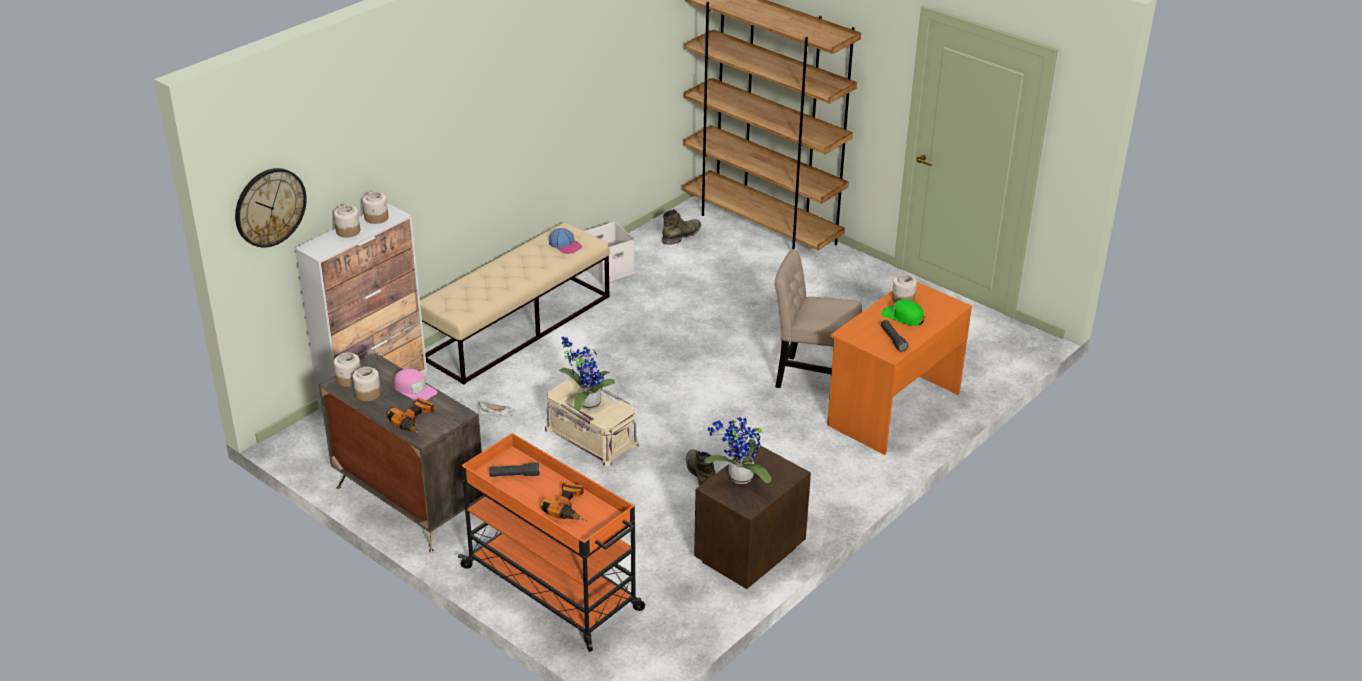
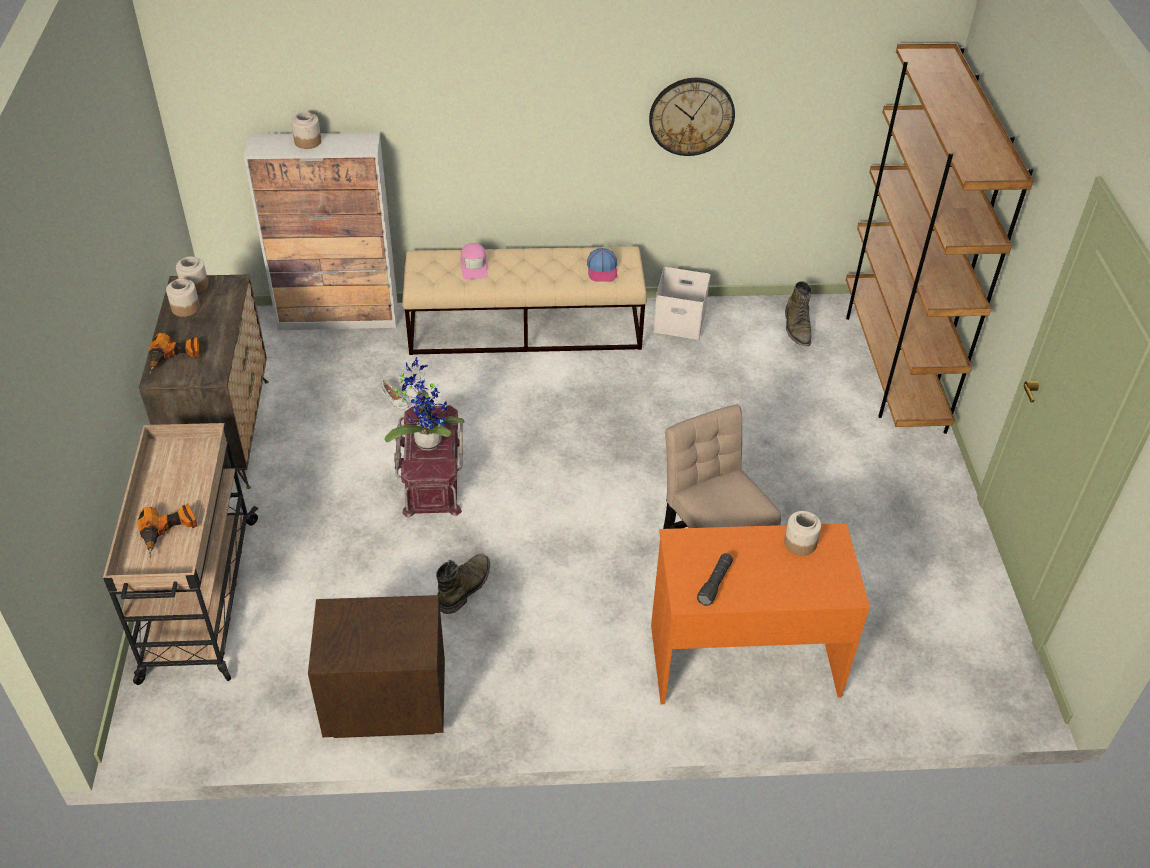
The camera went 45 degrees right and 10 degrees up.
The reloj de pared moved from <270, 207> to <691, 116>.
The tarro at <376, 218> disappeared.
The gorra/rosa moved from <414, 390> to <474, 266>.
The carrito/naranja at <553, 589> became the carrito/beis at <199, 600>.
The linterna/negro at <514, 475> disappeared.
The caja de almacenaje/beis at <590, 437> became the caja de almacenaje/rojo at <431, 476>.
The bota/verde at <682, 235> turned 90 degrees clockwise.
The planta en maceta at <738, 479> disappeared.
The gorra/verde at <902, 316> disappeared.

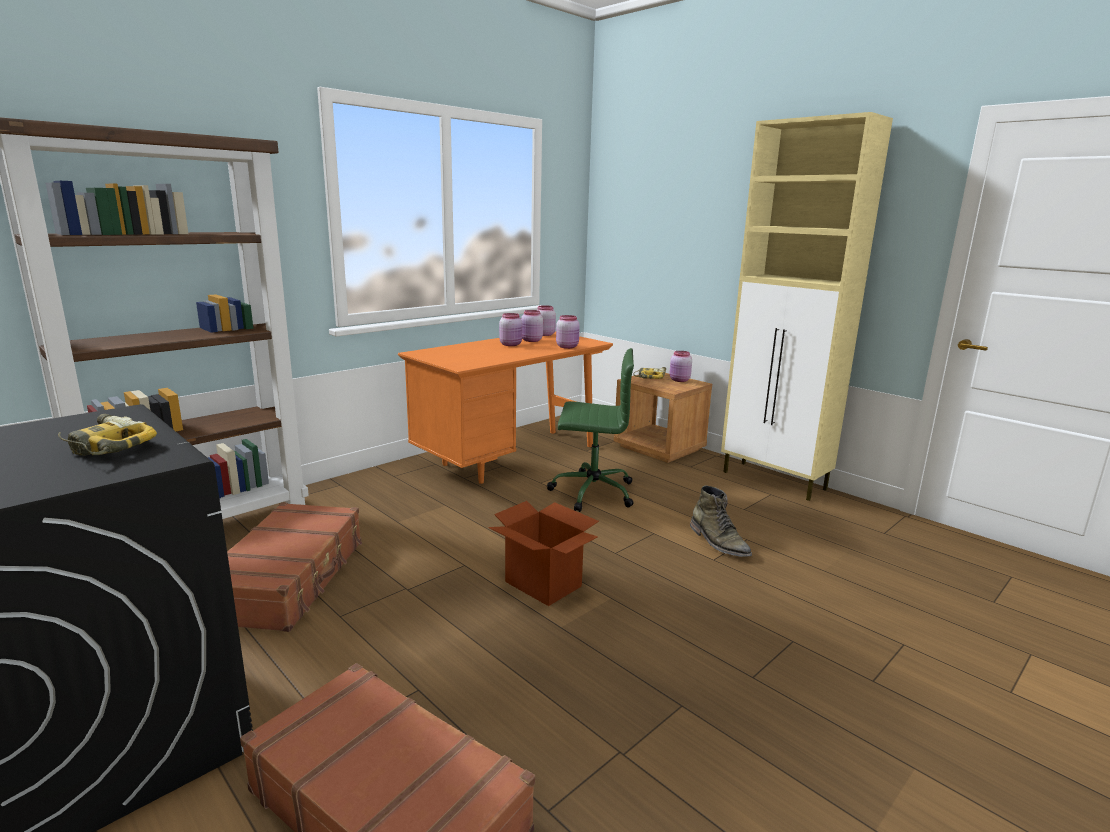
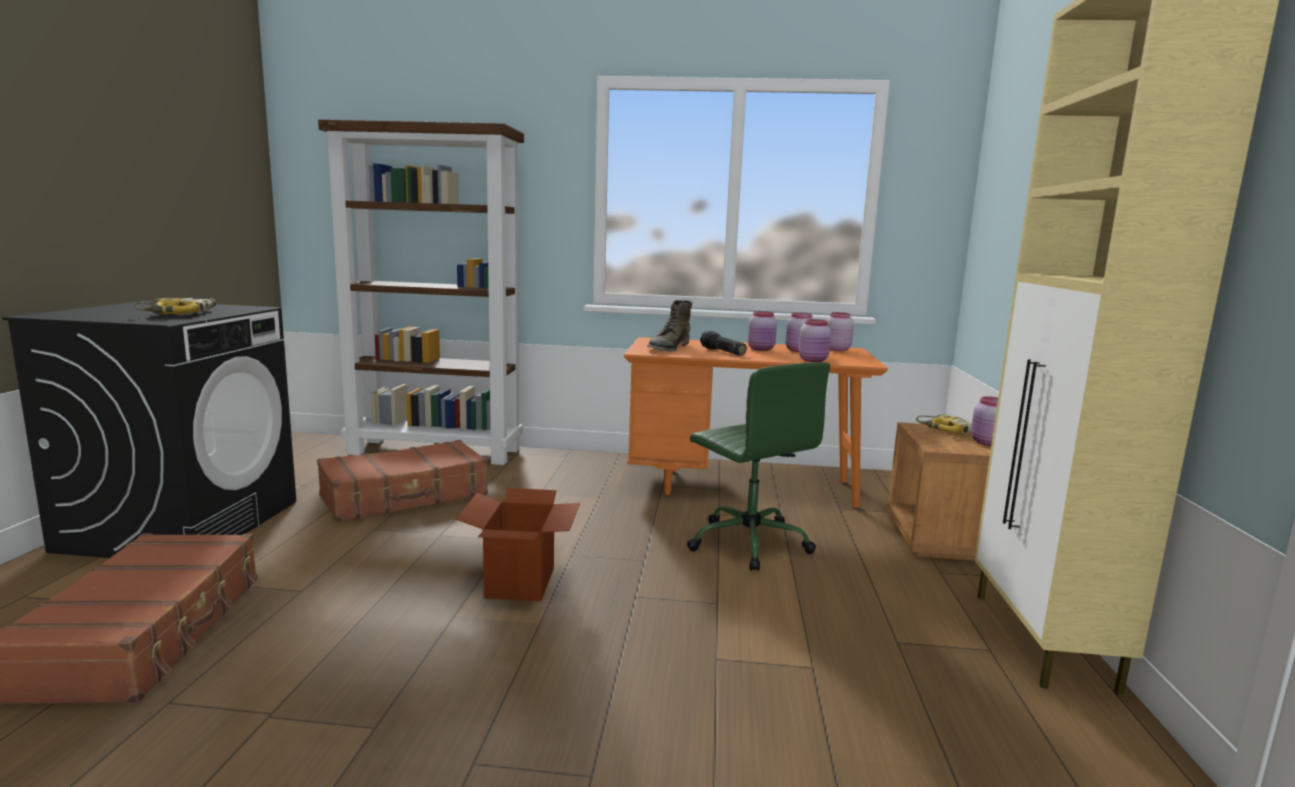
The camera went 50 degrees right and 5 degrees down.
The bota/verde moved from <718, 542> to <668, 348>.
The linterna at <722, 352> appeared.

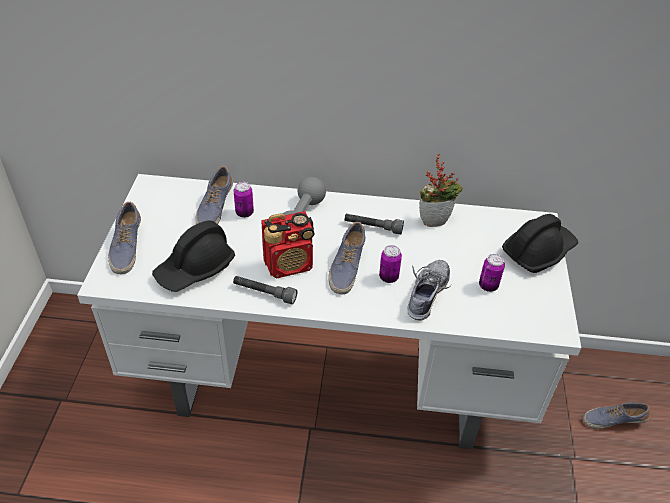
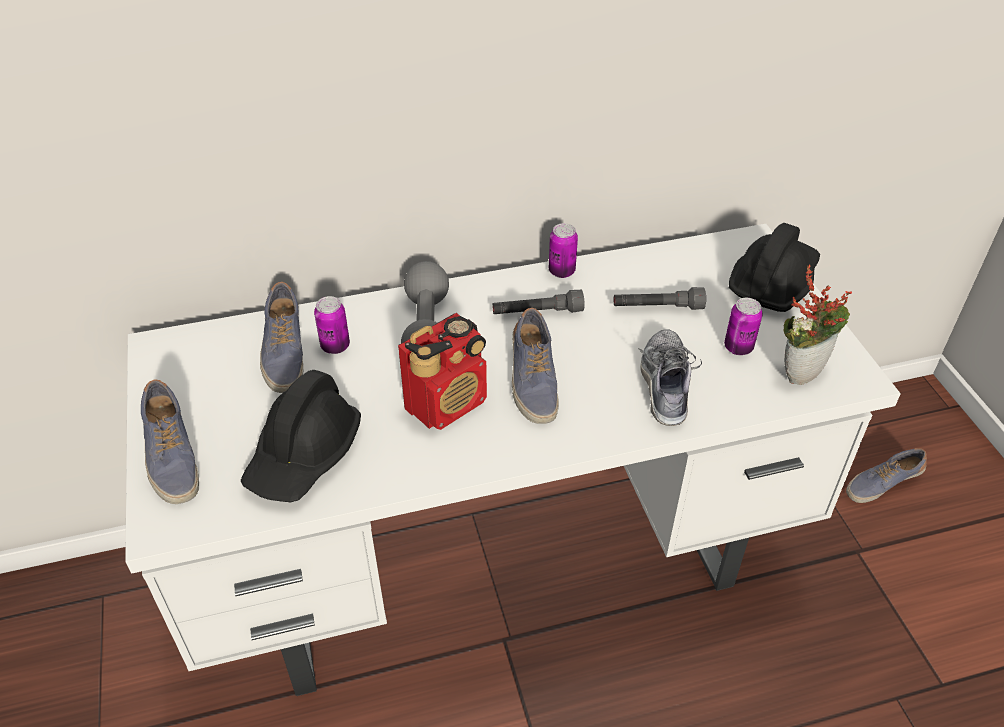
The camera went 20 degrees left and 0 degrees up.
The linterna/gris moved from <264, 293> to <657, 307>.
The lata moved from <388, 277> to <561, 271>.
The planta en maceta moved from <435, 220> to <801, 370>.

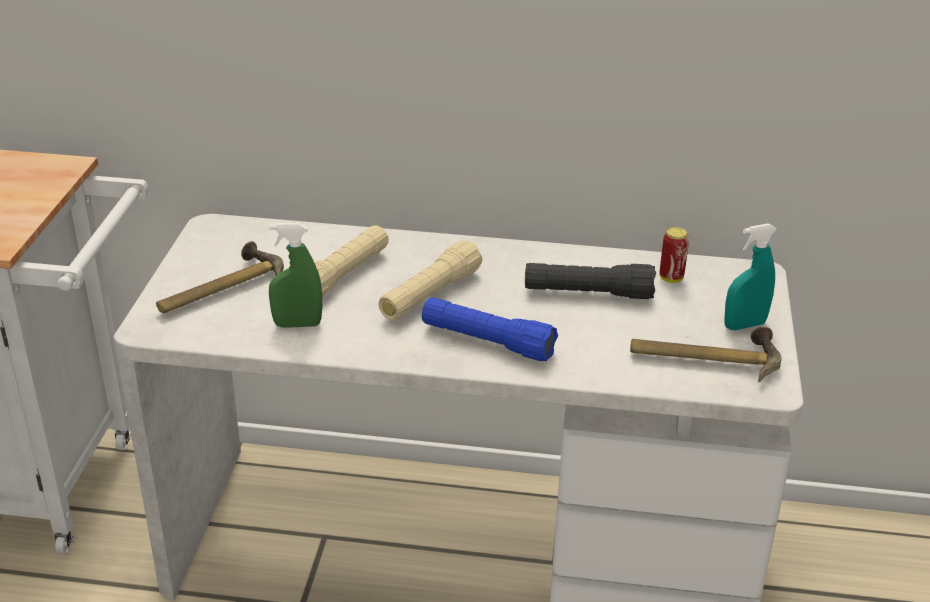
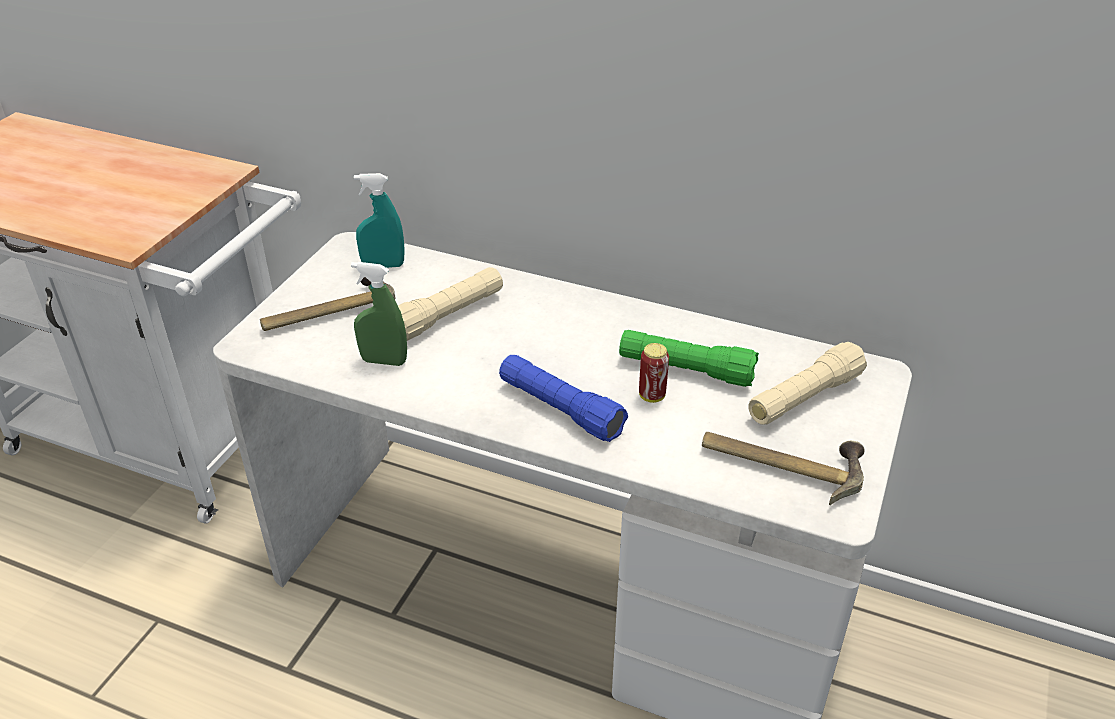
The camera went 15 degrees right and 5 degrees up.
The linterna/beis moved from <430, 295> to <804, 398>.
The linterna/negro at <588, 293> became the linterna/verde at <686, 370>.
The lata moved from <671, 278> to <652, 396>.
The pulverizador/turquesa moved from <744, 325> to <383, 265>.

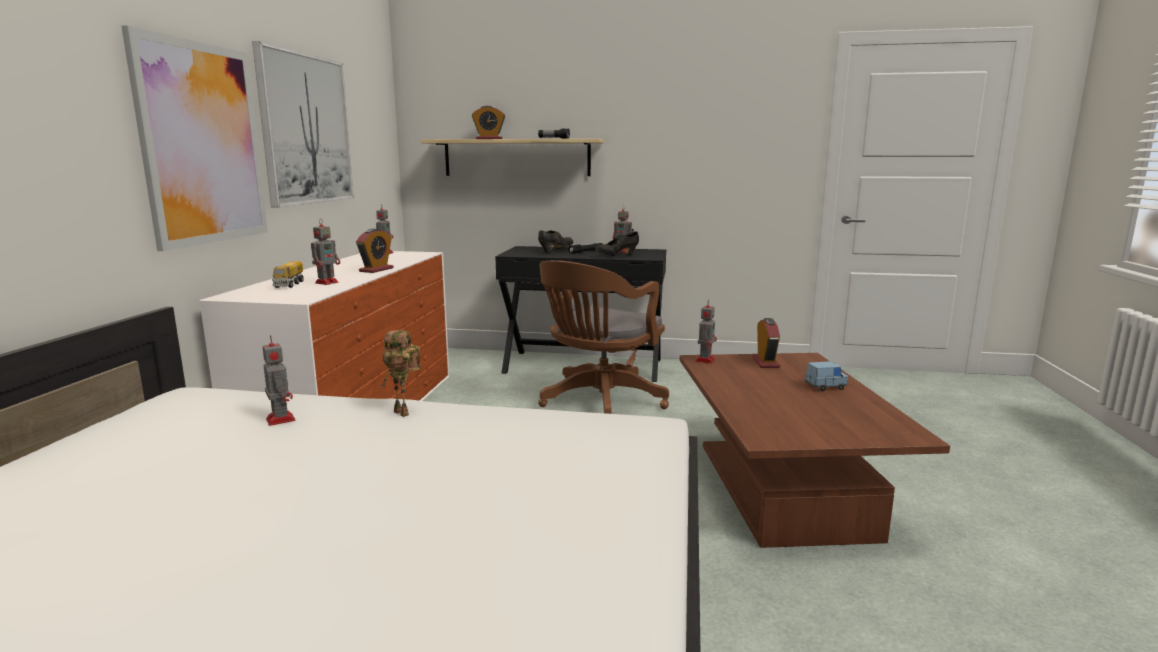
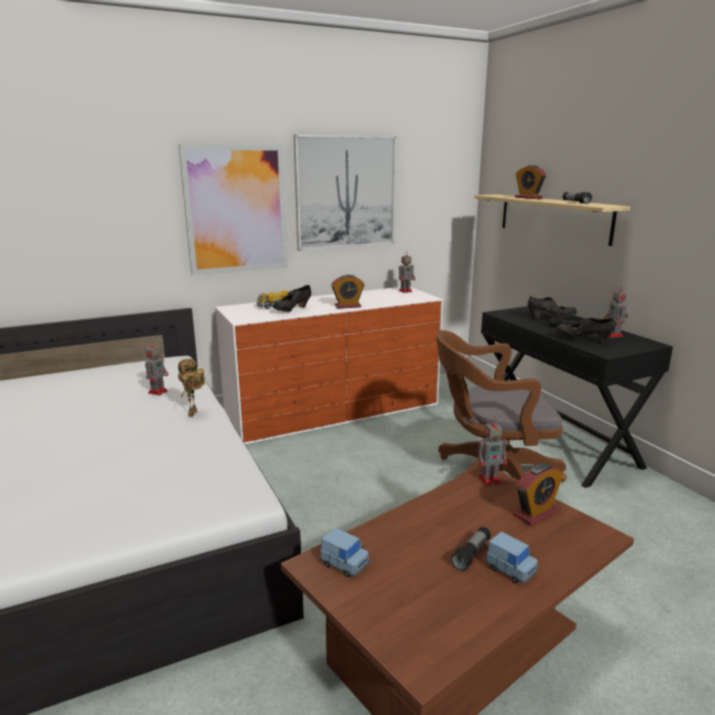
The camera went 55 degrees right and 5 degrees up.
The robot de juguete at <327, 282> was replaced by the zapato/negro at <292, 310>.
The coche de juguete/azul at <344, 564> appeared.
The linterna at <471, 554> appeared.

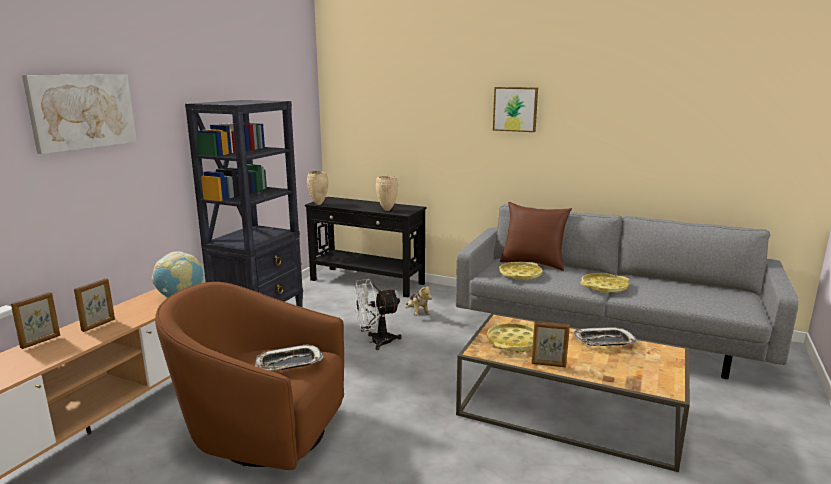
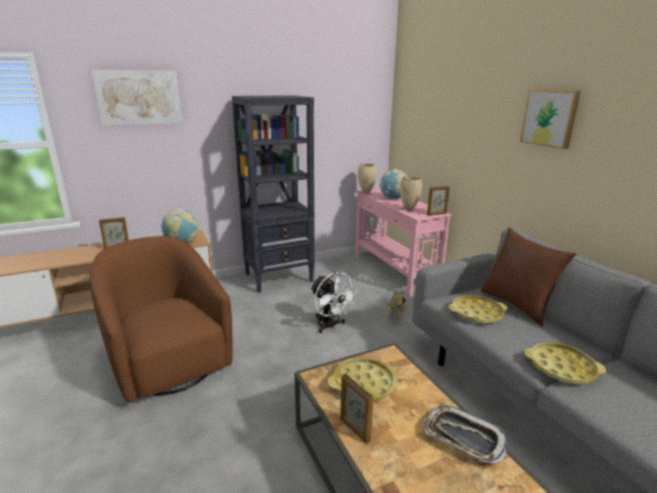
The camera went 40 degrees right and 5 degrees up.
The portarretratos moved from <41, 341> to <437, 214>.
The bandeja at <288, 363> disappeared.
The mesa consola/negro at <367, 282> became the mesa consola/rosa at <394, 271>.
The ventilador/blanco at <376, 342> turned 150 degrees counterclockwise.
The globo terráqueo at <393, 198> appeared.

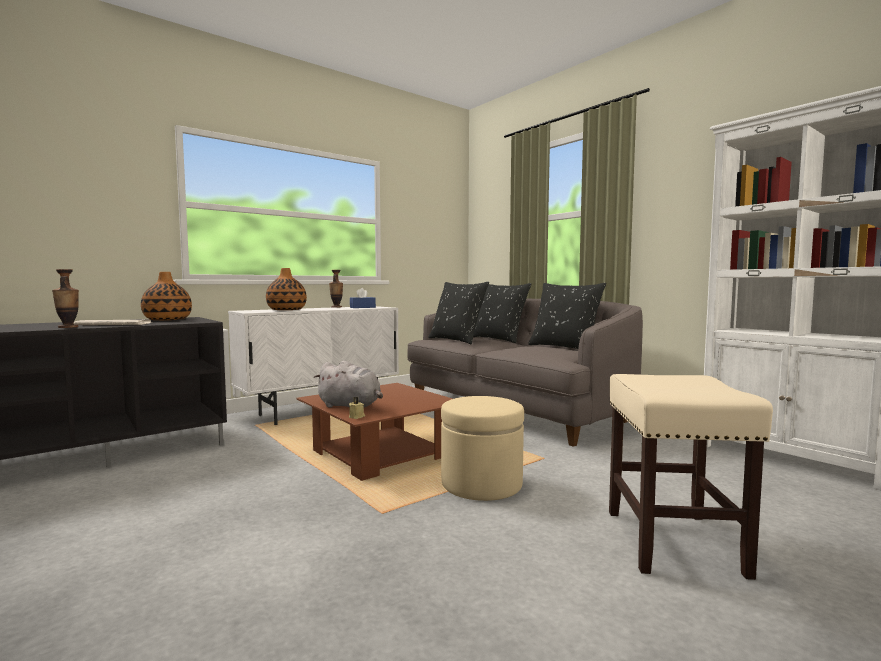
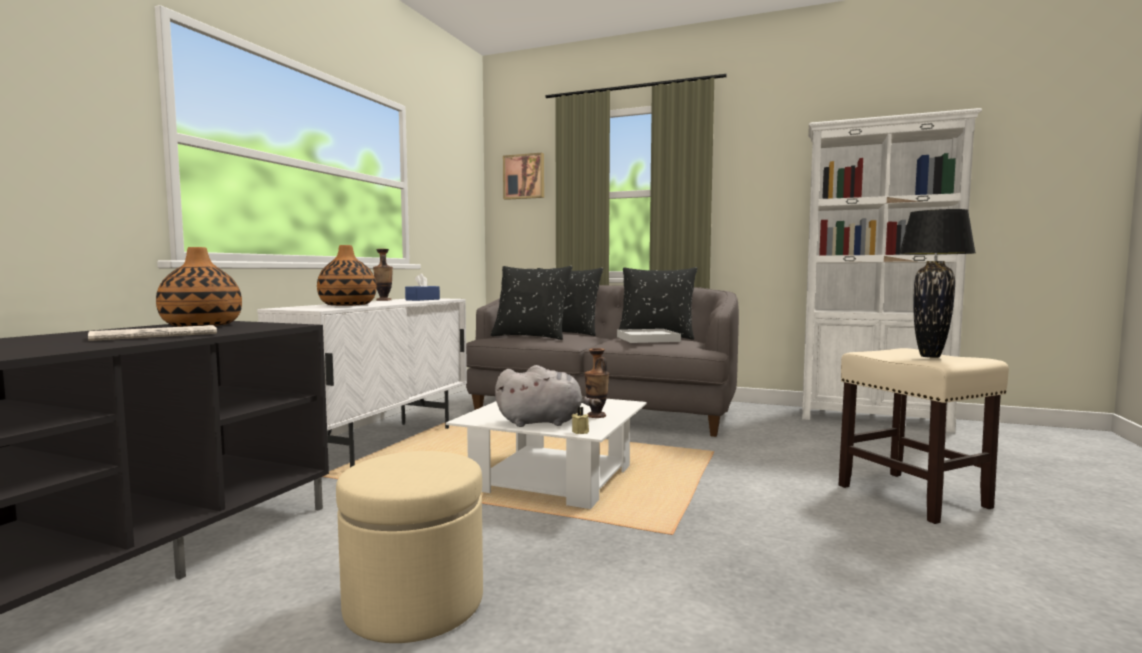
The camera went 30 degrees left and 0 degrees up.
The florero moved from <68, 327> to <596, 416>.
The mesa de centro/marrón at <380, 454> became the mesa de centro/blanco at <553, 478>.
The puf/beis moved from <481, 484> to <414, 602>.
The cuadro at <524, 176> appeared.
The bandeja/blanco at <647, 339> appeared.
The lámpara de mesa/negro at <930, 356> appeared.

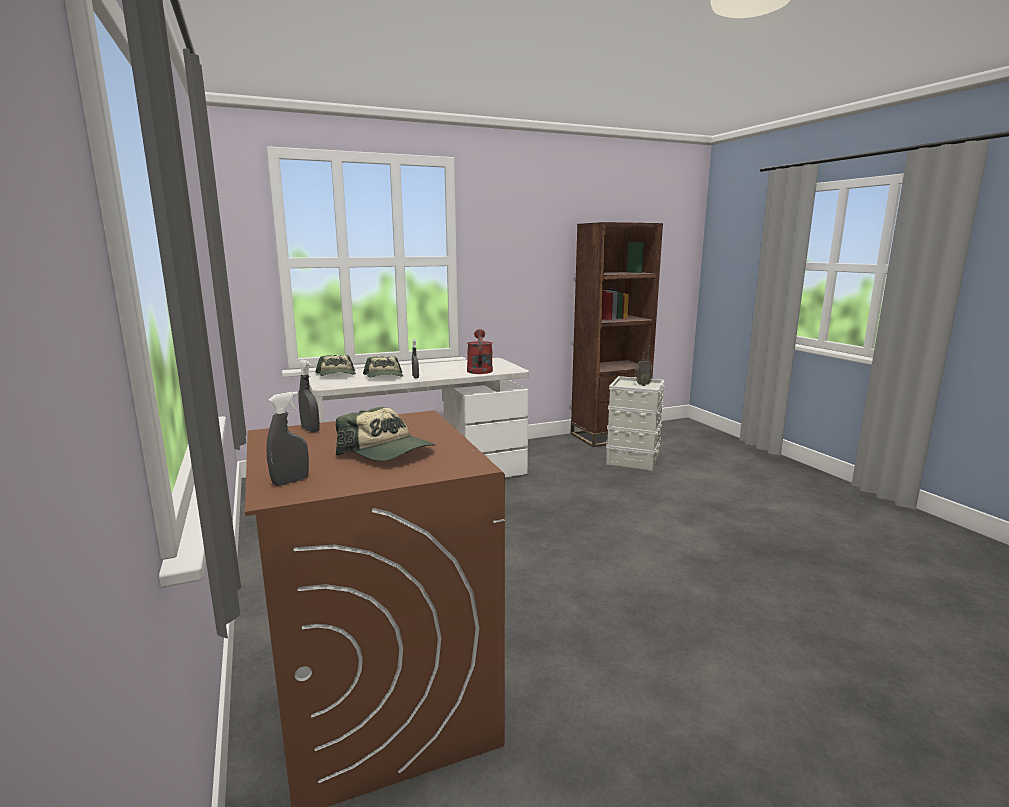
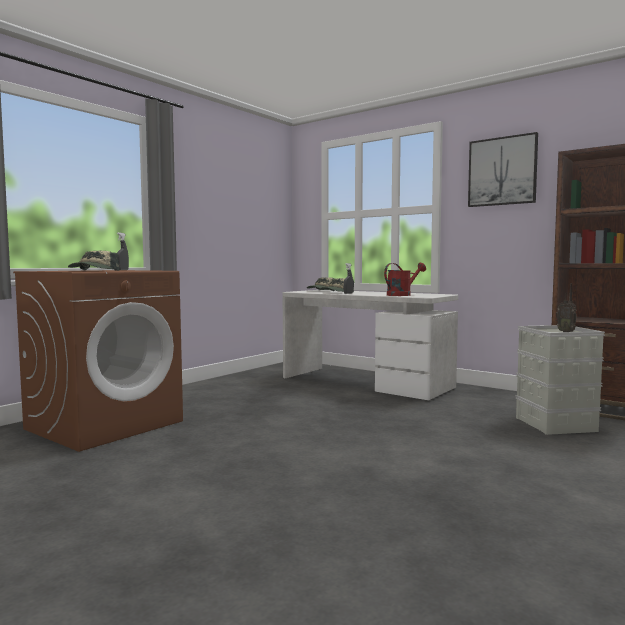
The camera went 60 degrees right and 10 degrees down.
The pulverizador/gris at <290, 481> disappeared.
The cuadro at <502, 171> appeared.

